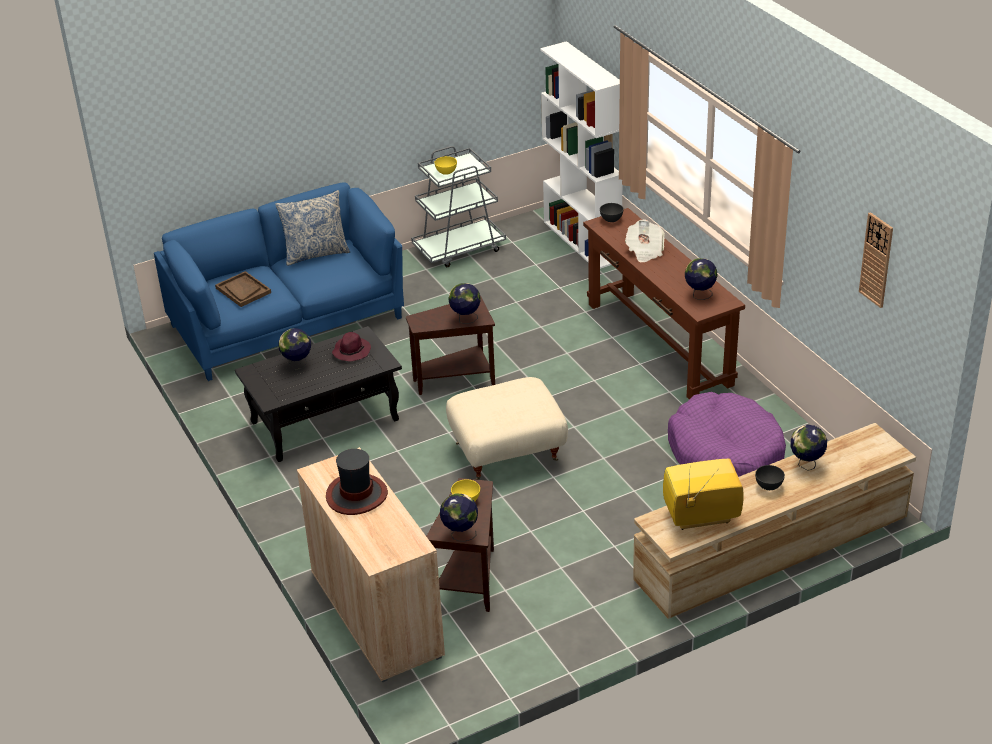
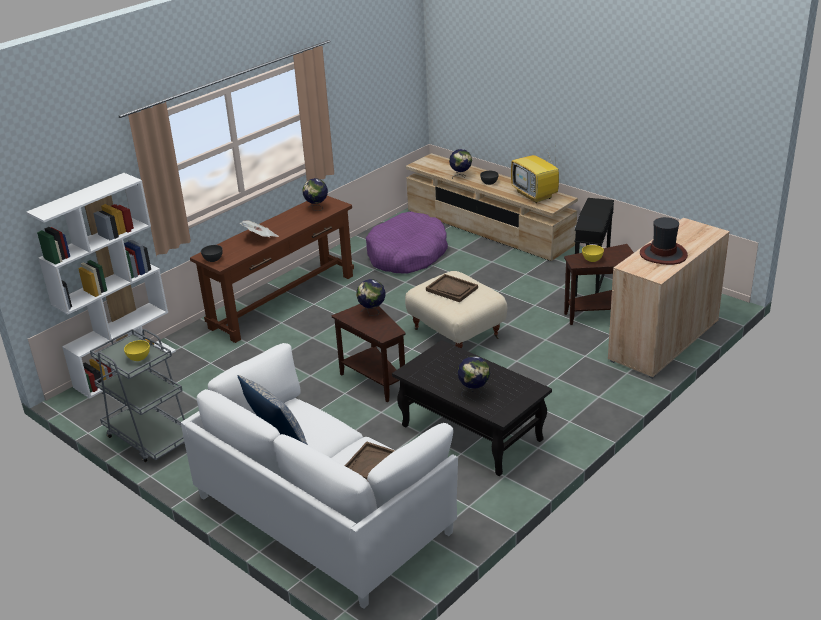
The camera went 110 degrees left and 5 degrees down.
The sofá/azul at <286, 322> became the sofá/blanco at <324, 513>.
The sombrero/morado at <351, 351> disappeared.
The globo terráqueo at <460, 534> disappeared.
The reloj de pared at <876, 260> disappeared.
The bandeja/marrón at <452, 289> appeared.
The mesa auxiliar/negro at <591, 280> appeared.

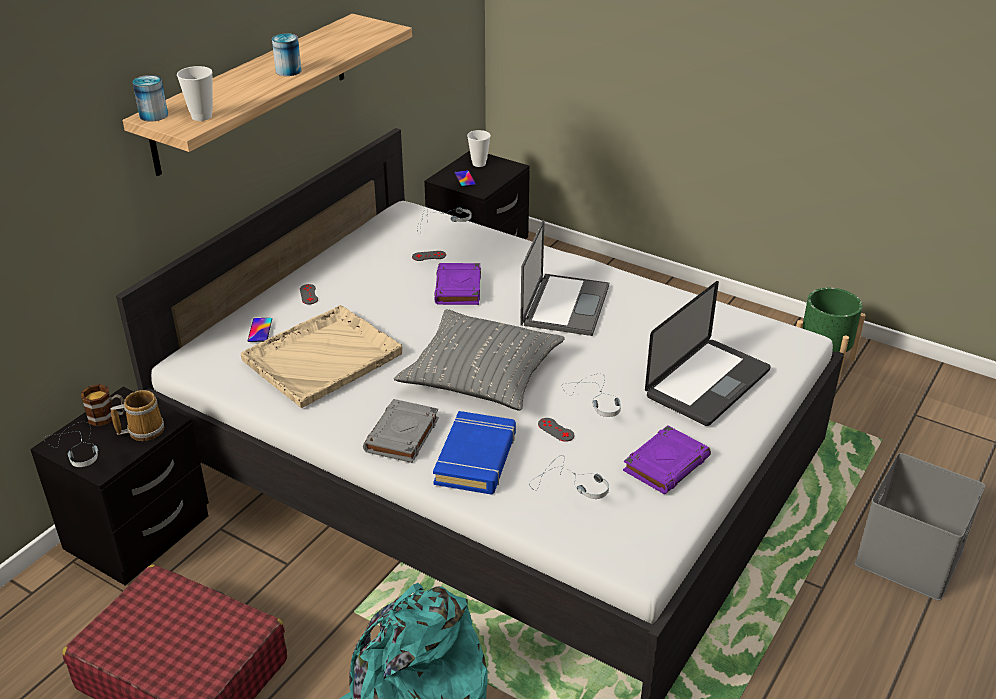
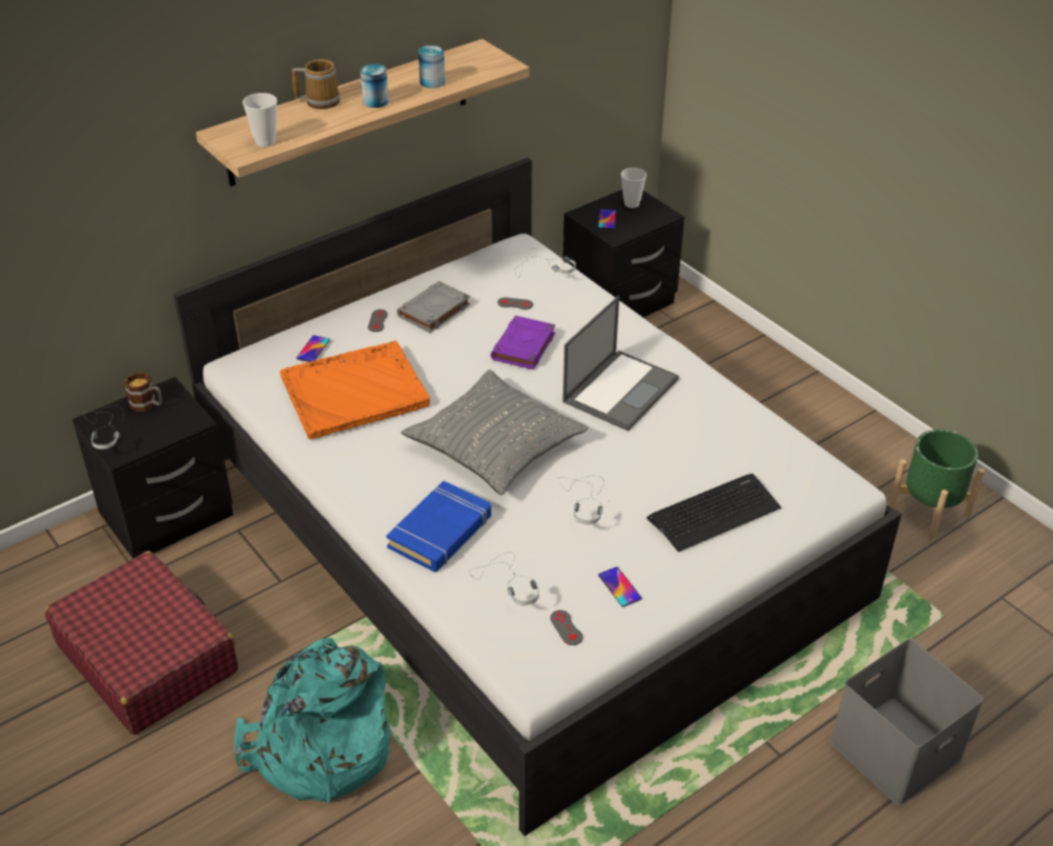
The camera went 20 degrees right and 5 degrees up.
The taza grande moved from <143, 430> to <320, 101>.
The lata moved from <153, 115> to <432, 82>.
The bandeja/beis at <324, 357> became the bandeja/naranja at <356, 391>.
The libro/gris moved from <402, 436> to <433, 311>.
The mando de consola/gris moved from <556, 430> to <566, 628>.
The libro/morado at <666, 464> was replaced by the móvil at <619, 587>.
The portátil at <707, 383> was replaced by the teclado at <714, 513>.

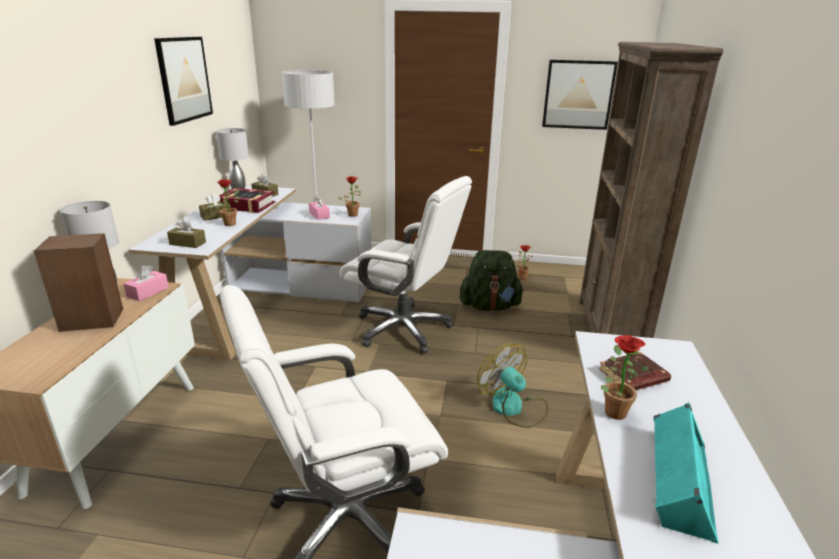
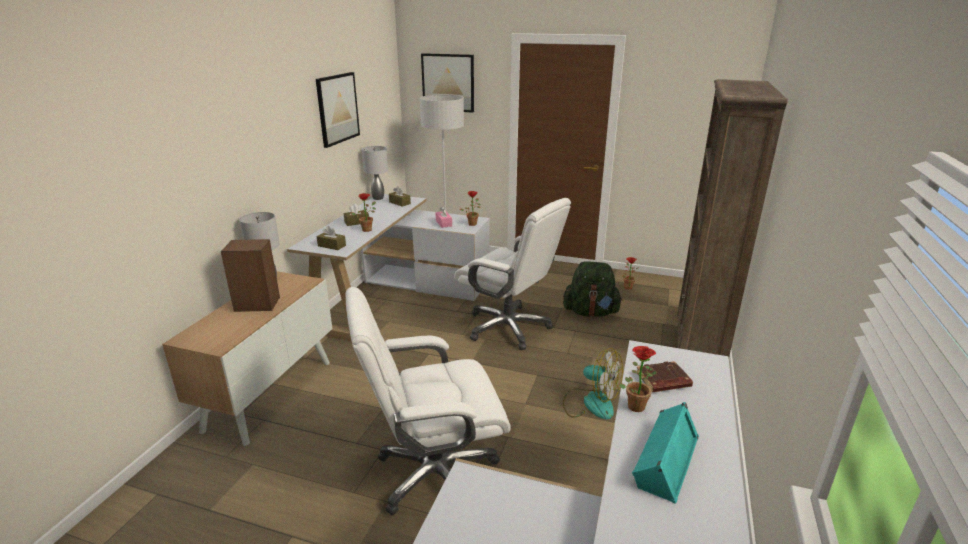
The camera went 10 degrees right and 0 degrees up.
The caja de pañuelos/rosa at <148, 292> disappeared.
The libro at <246, 206> disappeared.
The ventilador at <513, 408> turned 150 degrees clockwise.
The cuadro moved from <578, 95> to <448, 82>.

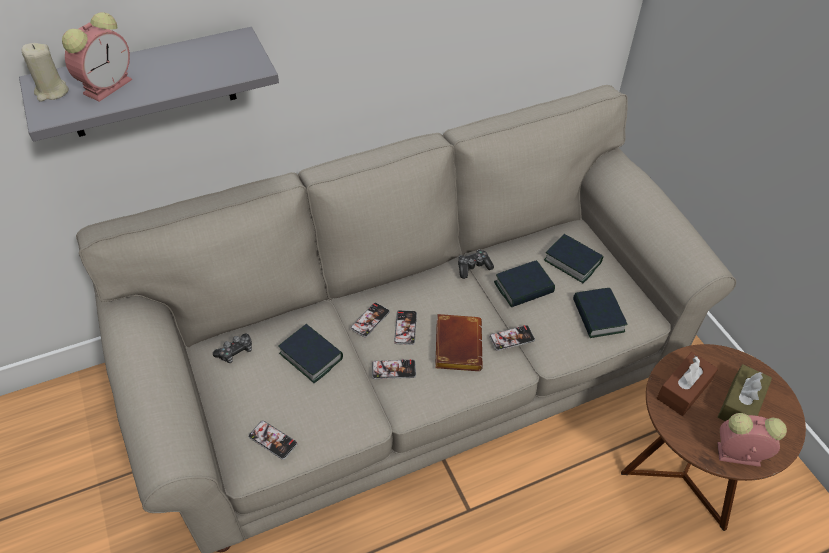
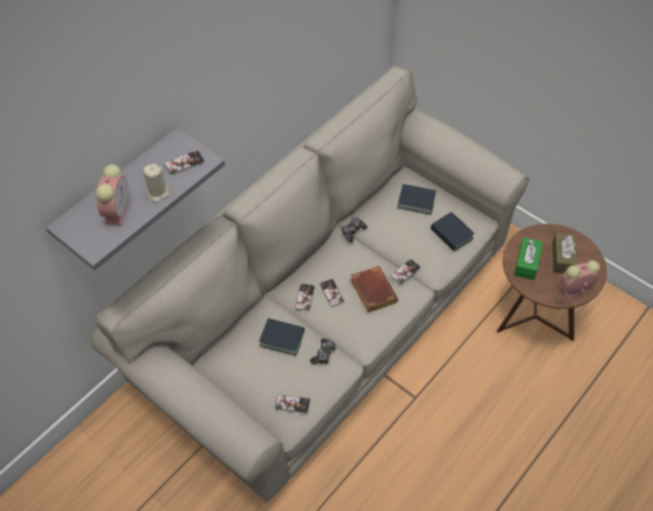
The camera went 25 degrees left and 5 degrees up.
The vela/beis moved from <52, 92> to <158, 193>.
The mando de consola moved from <235, 352> to <324, 354>.
The móvil moved from <393, 370> to <184, 163>.
The libro at <523, 288> disappeared.
The caja de pañuelos/marrón at <683, 390> became the caja de pañuelos/verde at <527, 263>.

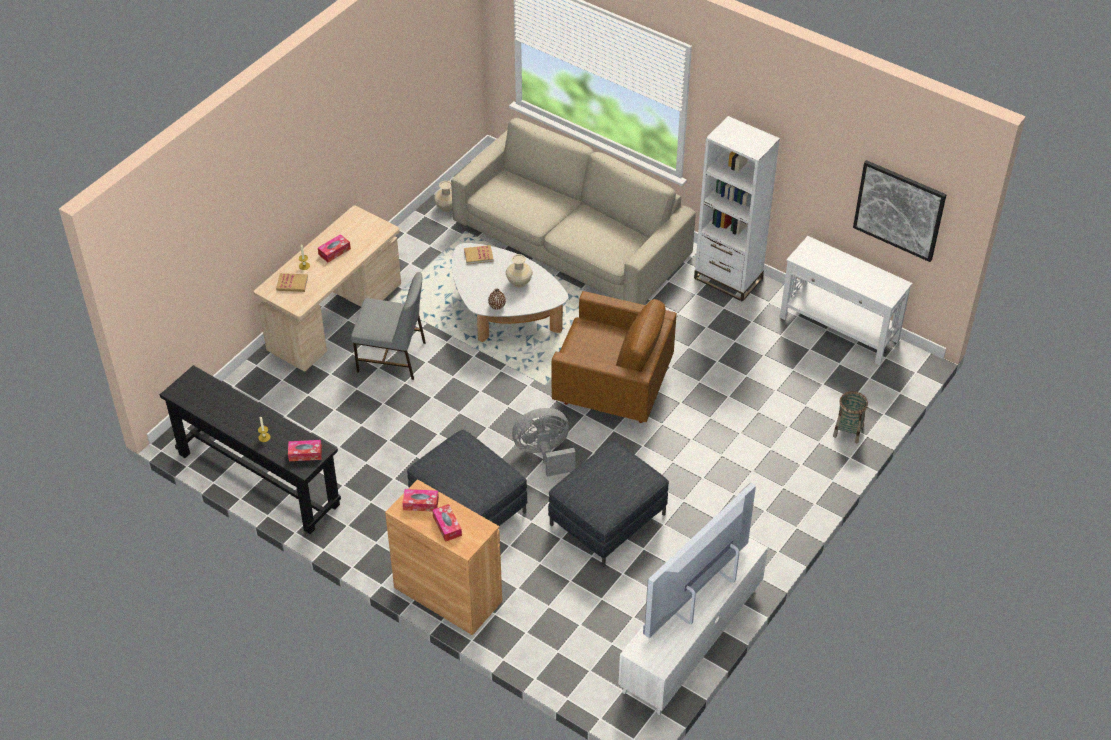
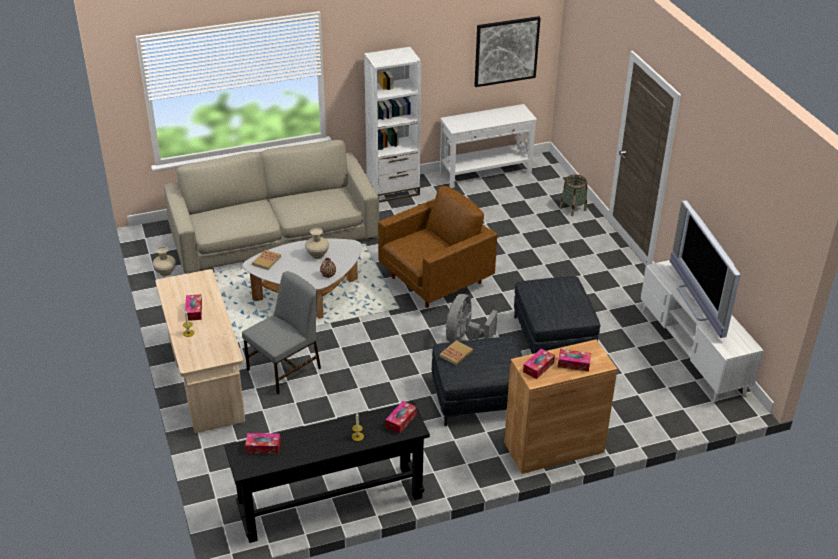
The camera went 55 degrees left and 10 degrees down.
The libro moved from <292, 284> to <456, 354>.
The caja de pañuelos at <263, 447> appeared.

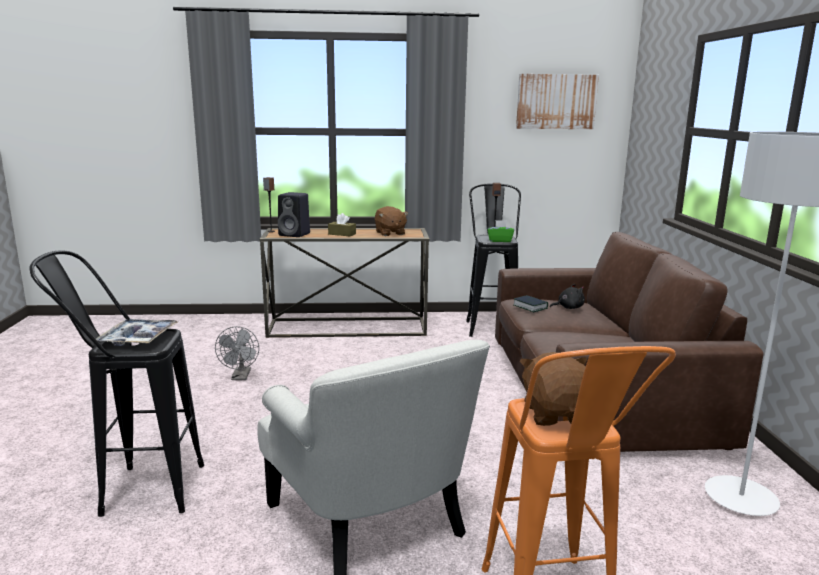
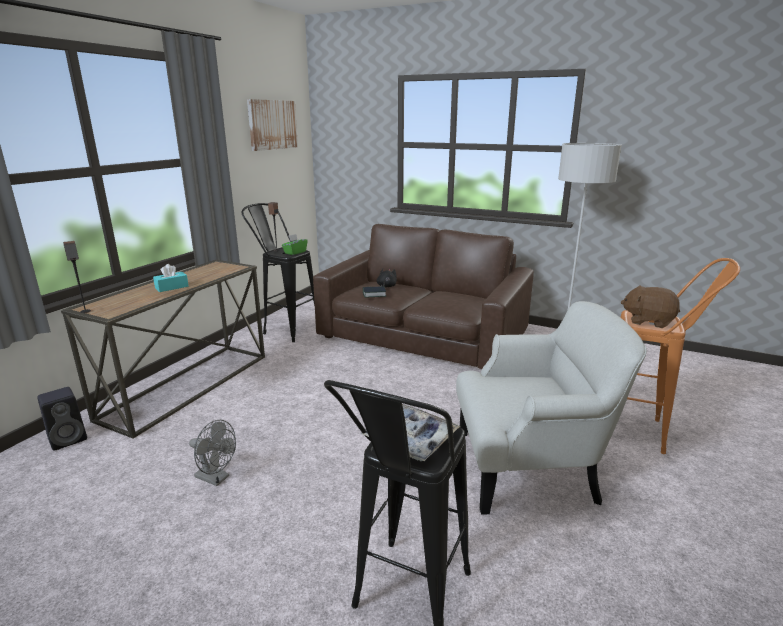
The camera went 60 degrees left and 5 degrees up.
The altavoz/negro moved from <295, 234> to <69, 438>.
The caja de pañuelos/marrón at <342, 234> became the caja de pañuelos/turquesa at <172, 287>.
The peluche/marrón at <390, 233> disappeared.

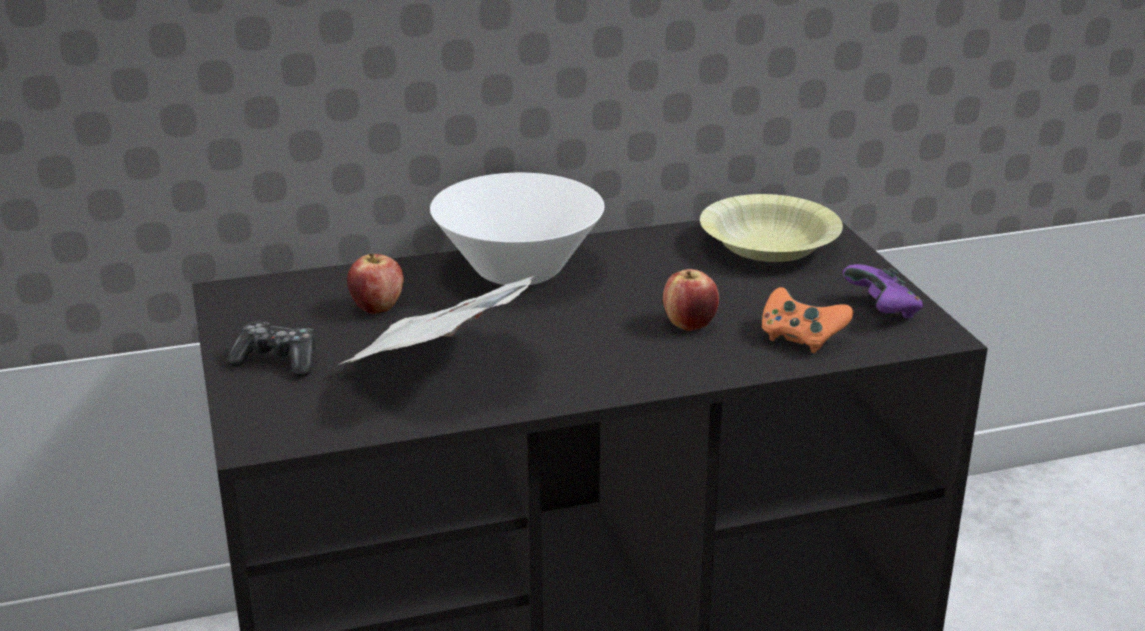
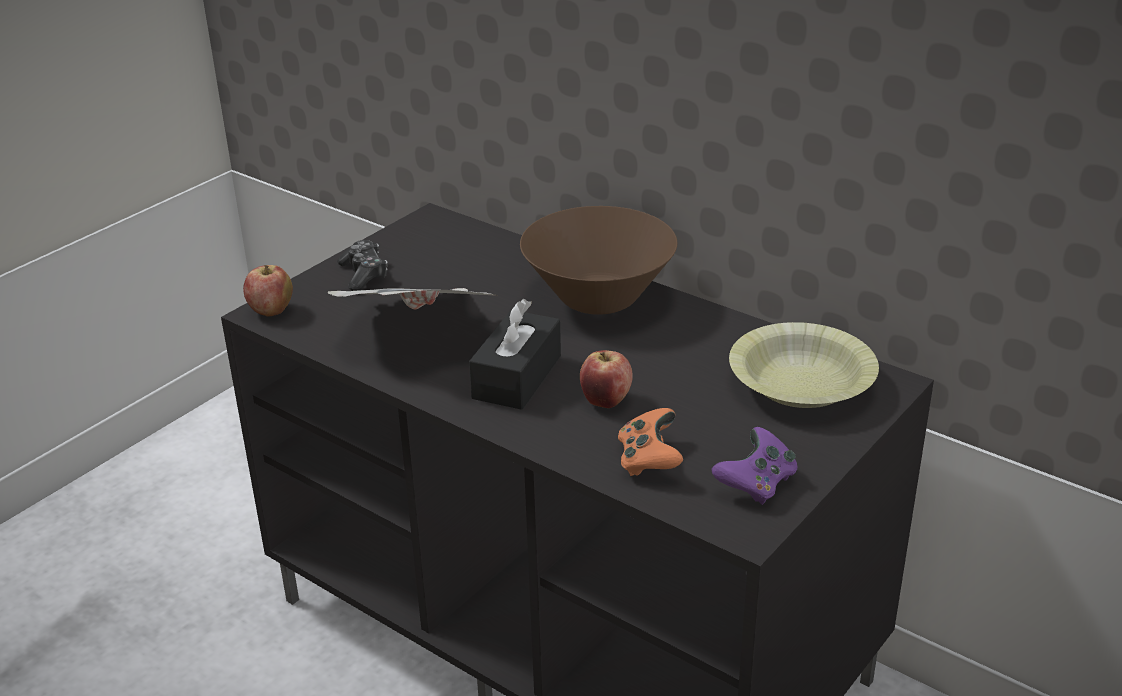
The camera went 55 degrees right and 5 degrees up.
The manzana moved from <377, 308> to <271, 311>.
The cuenco/blanco at <518, 271> became the cuenco/marrón at <598, 298>.
The caja de pañuelos/negro at <517, 377> appeared.

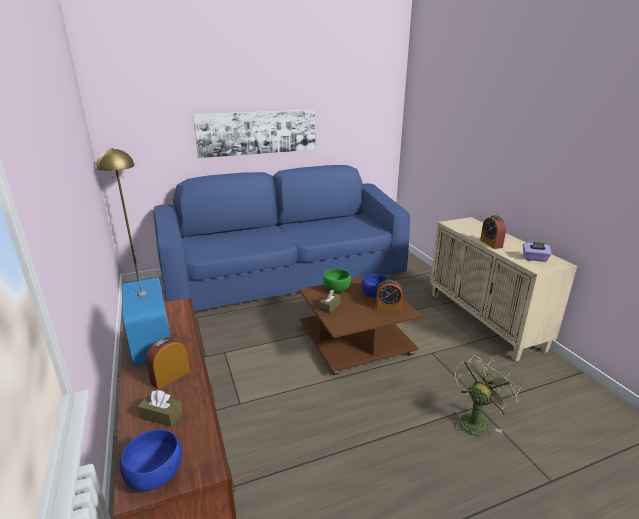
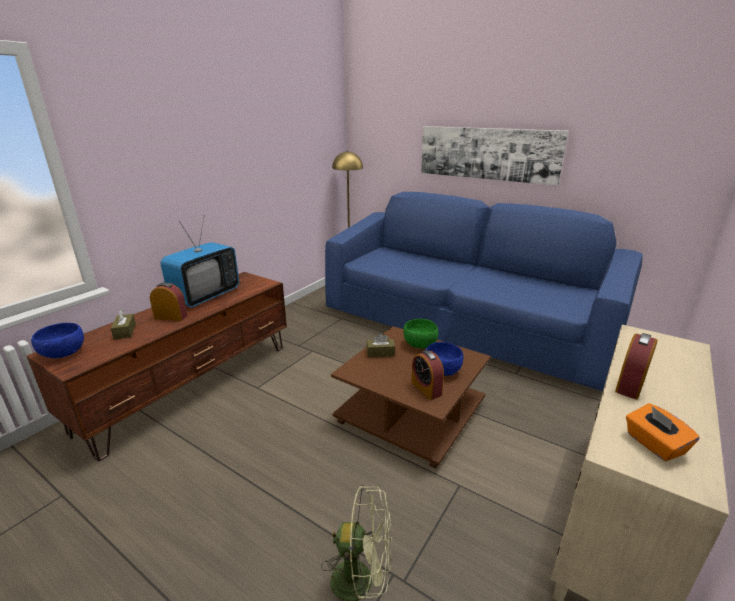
The camera went 55 degrees right and 0 degrees up.
The caja de pañuelos/morado at <534, 259> became the caja de pañuelos/naranja at <654, 444>.

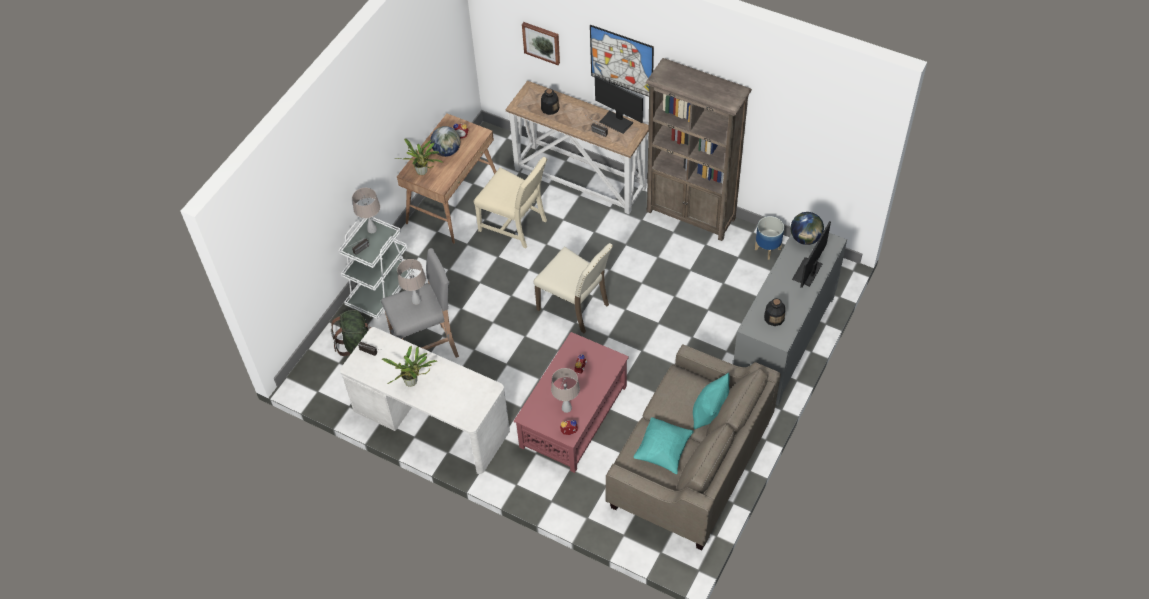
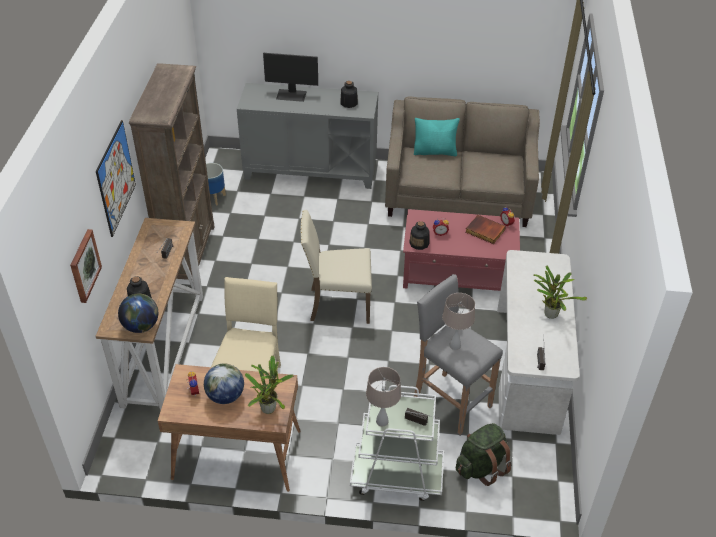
The camera went 115 degrees left and 10 degrees down.
The silla/beis at <575, 306> turned 105 degrees counterclockwise.
The lámpara de mesa/beis at <566, 408> was replaced by the libro at <484, 231>.
The monitor at <616, 122> disappeared.
The cojín/turquesa at <663, 451> disappeared.
The globo terráqueo moved from <805, 238> to <141, 326>.
The botella at <419, 243> appeared.

